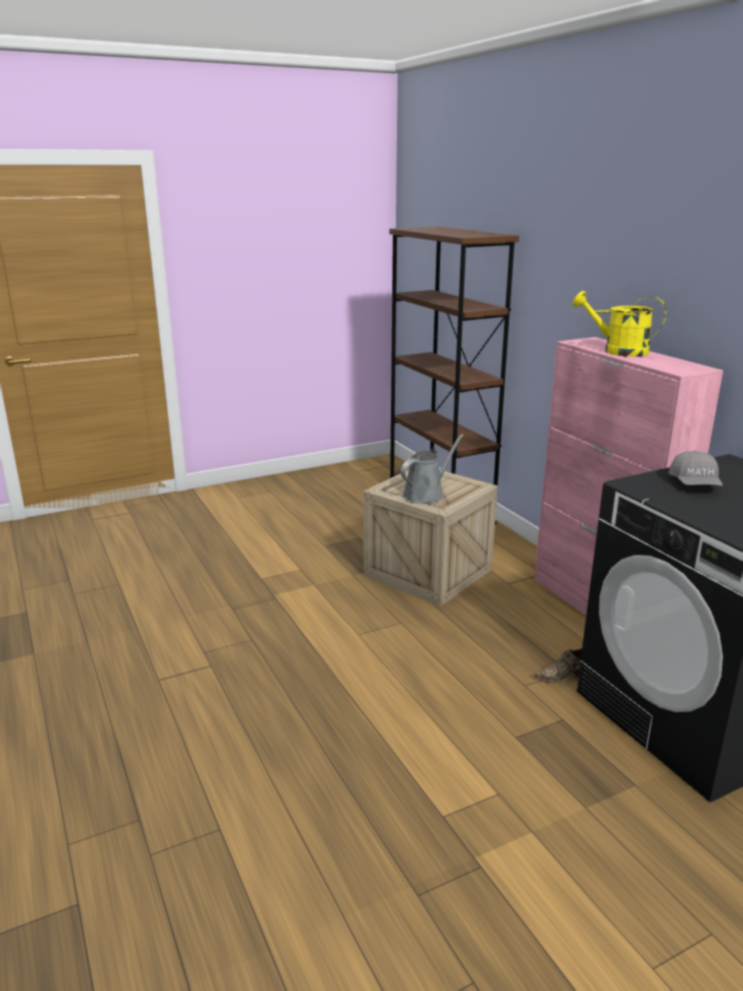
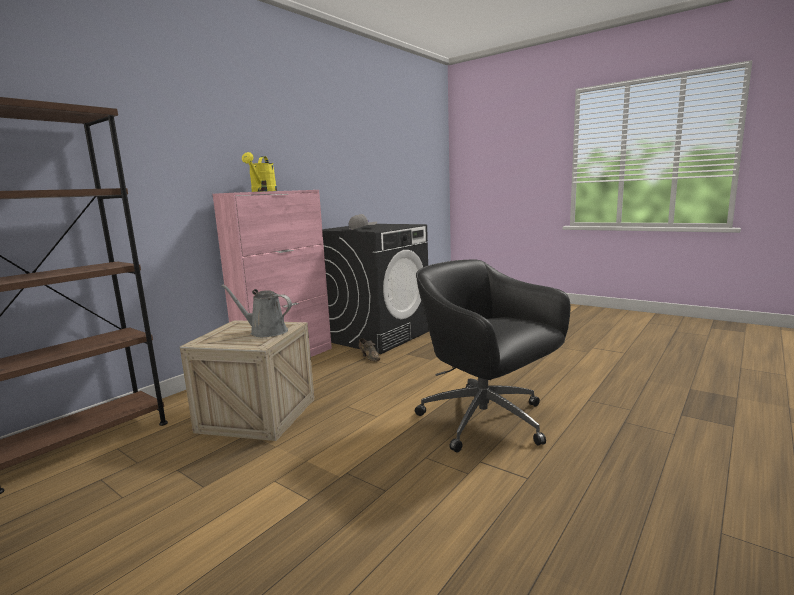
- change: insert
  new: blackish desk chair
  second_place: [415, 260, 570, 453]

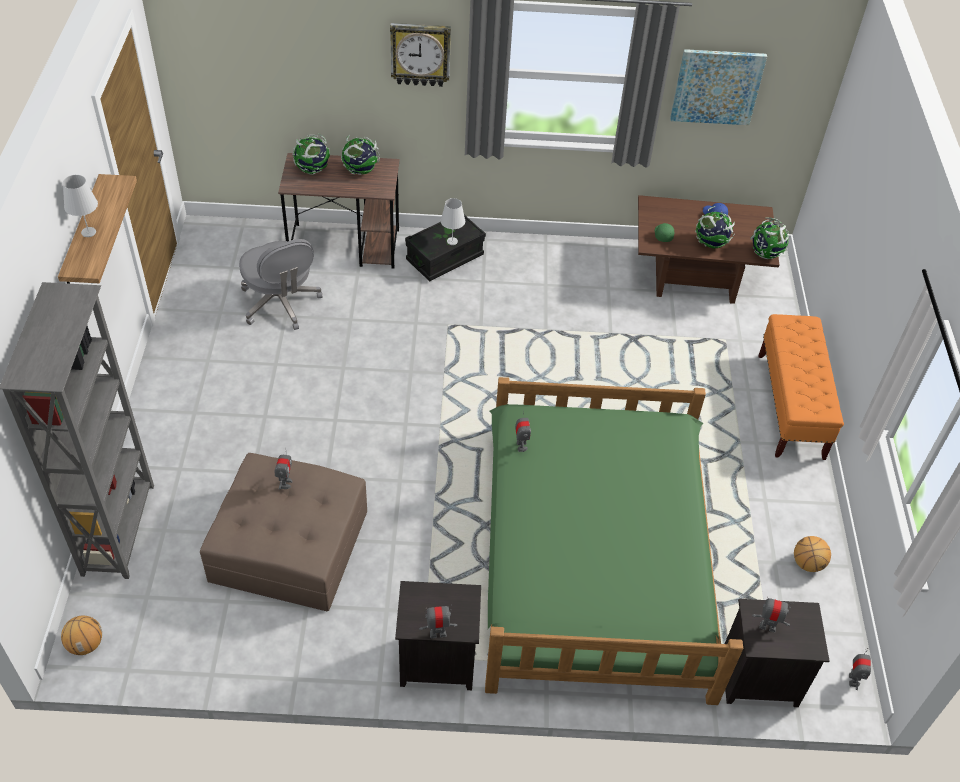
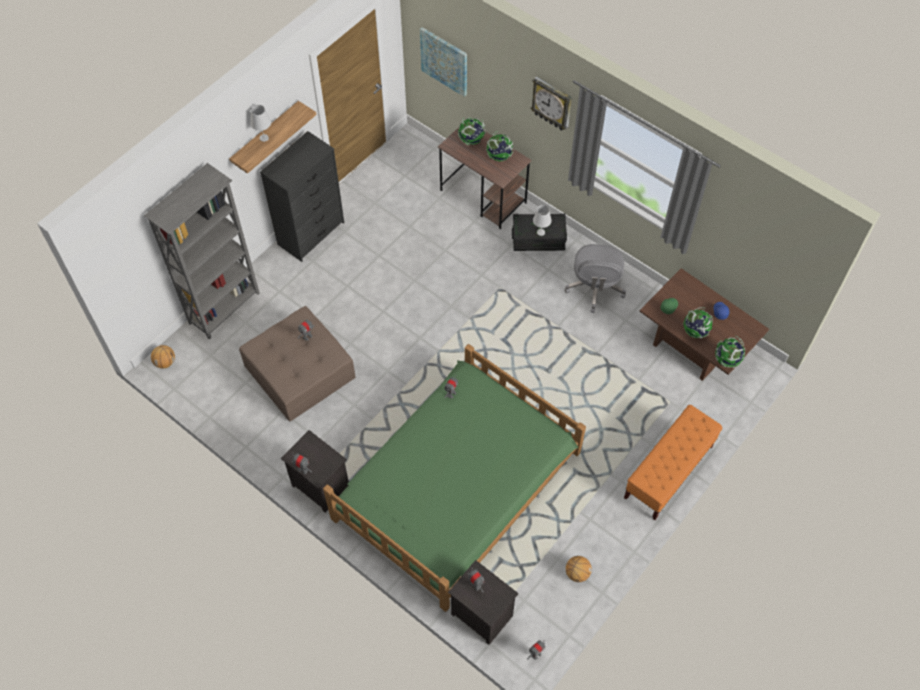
- change: insert
  new: blackish dresser
  second_place: [260, 131, 344, 262]
- change: move
  old: gray desk chair
  first_place: [239, 239, 322, 330]
  second_place: [565, 244, 626, 313]
- change: move
  old: picture
  first_place: [670, 49, 767, 125]
  second_place: [420, 27, 467, 97]

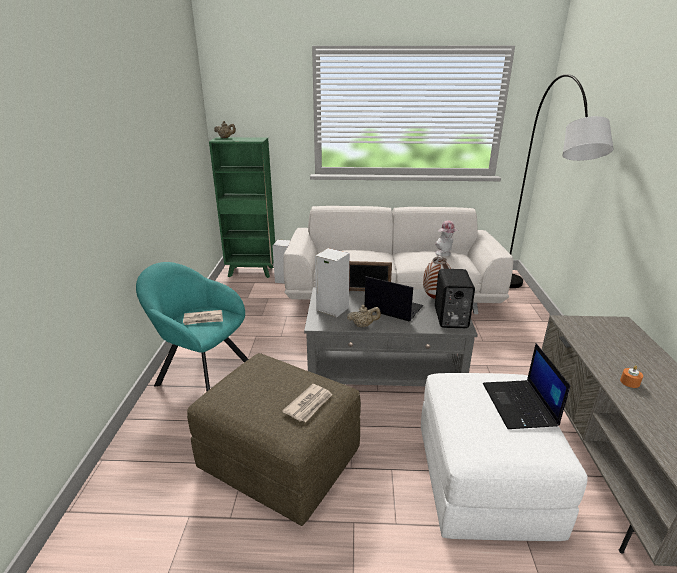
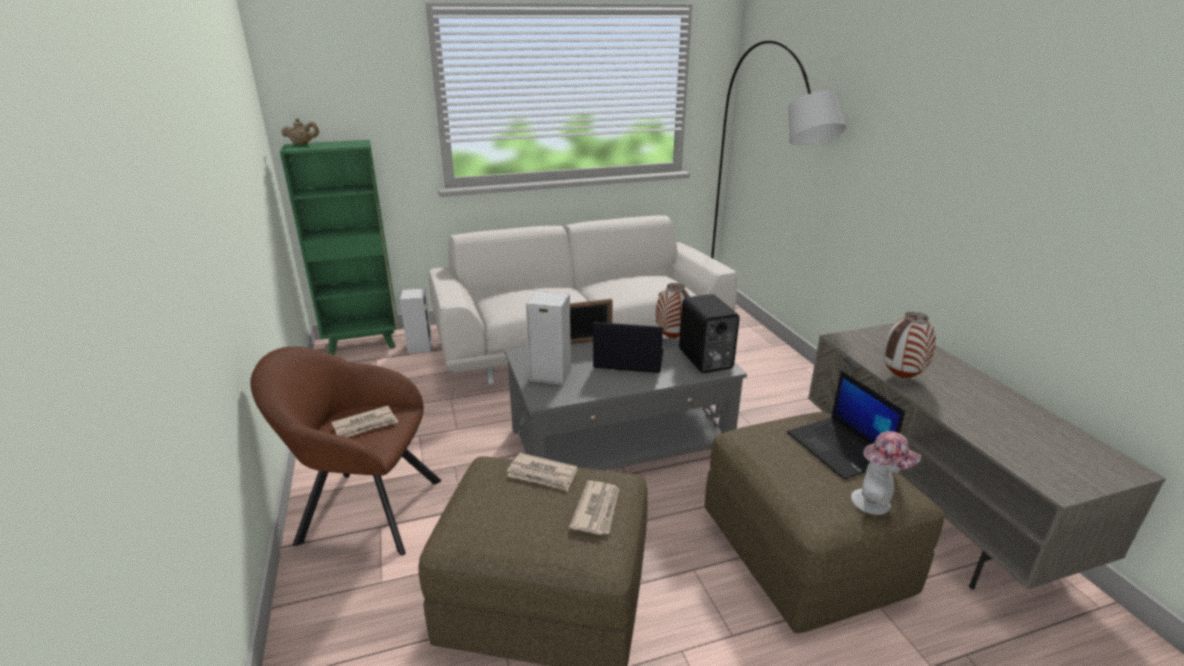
- change: delete
  old: beige-coloured tea pot
  first_place: [347, 305, 381, 327]
- change: delete
  old: orange-coloured wax light
  first_place: [620, 366, 643, 388]
- change: insert
  new: daily paper
  second_place: [507, 453, 577, 491]
- change: insert
  new: flower vase
  second_place: [883, 312, 936, 378]
- change: move
  old: hat
  first_place: [435, 220, 457, 256]
  second_place: [851, 431, 921, 515]
- change: recolor
  old: turquoise armchair
  new: brown armchair
  first_place: [136, 262, 248, 391]
  second_place: [250, 346, 441, 556]
- change: recolor
  old: white-coloured pouffe
  new: brown pouffe
  first_place: [421, 373, 588, 541]
  second_place: [705, 412, 944, 633]

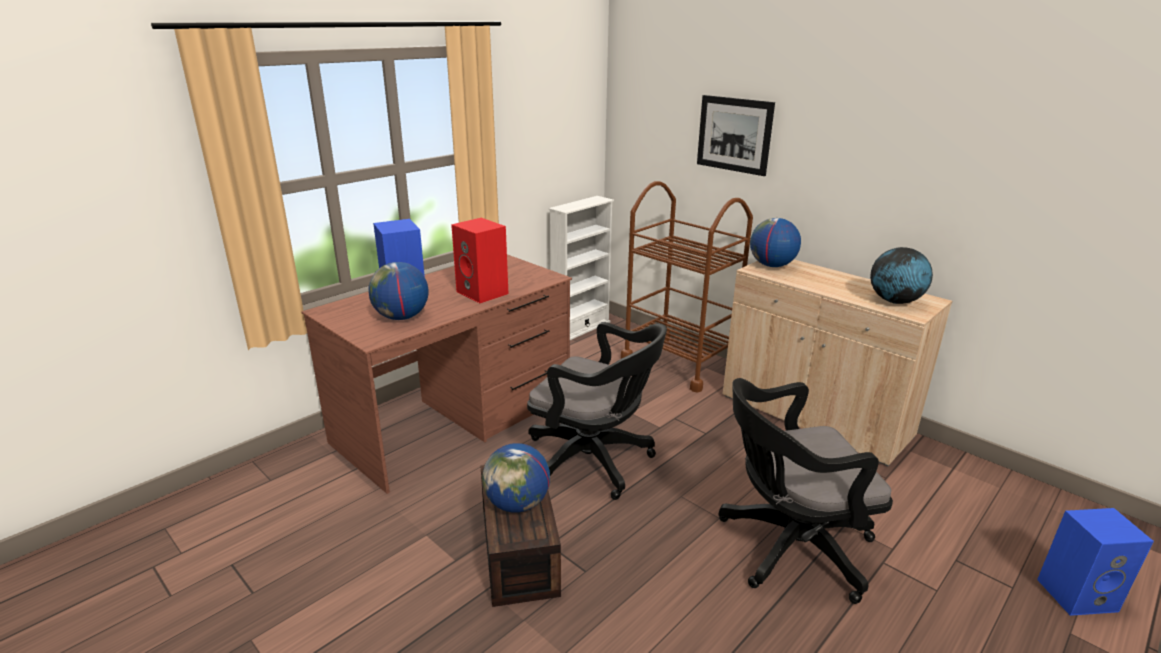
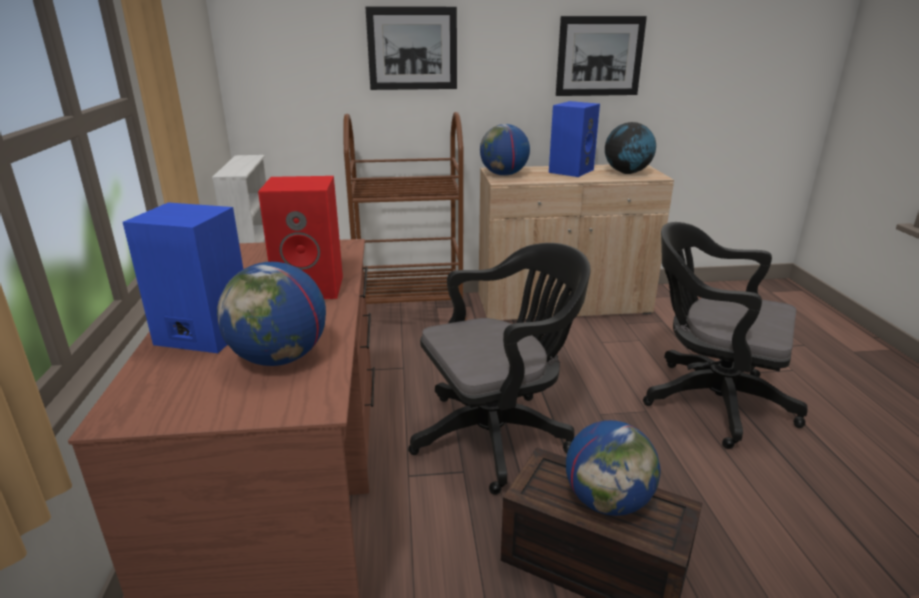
- change: insert
  new: picture
  second_place: [556, 16, 647, 96]
- change: move
  old: bluish loudspeaker
  first_place: [1037, 508, 1154, 616]
  second_place: [549, 101, 600, 177]
- change: rotate
  old: blackish desk chair
  first_place: [718, 378, 893, 604]
  second_place: [643, 222, 808, 449]
  degrees: 90

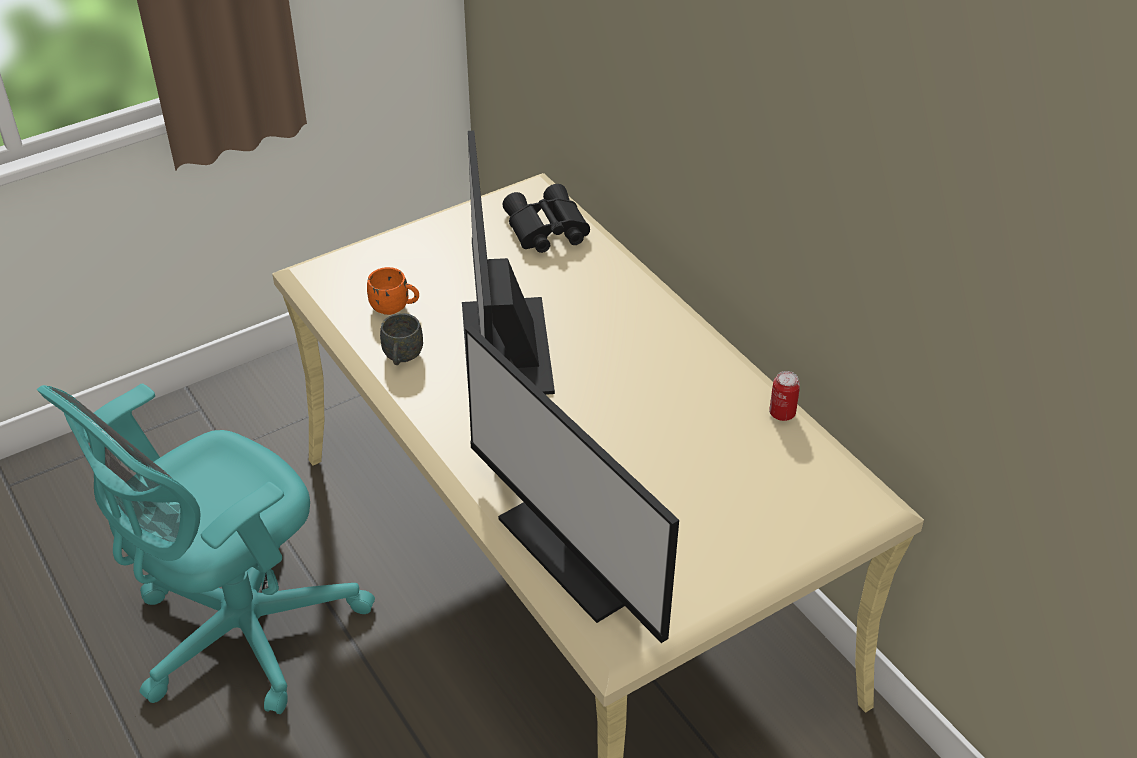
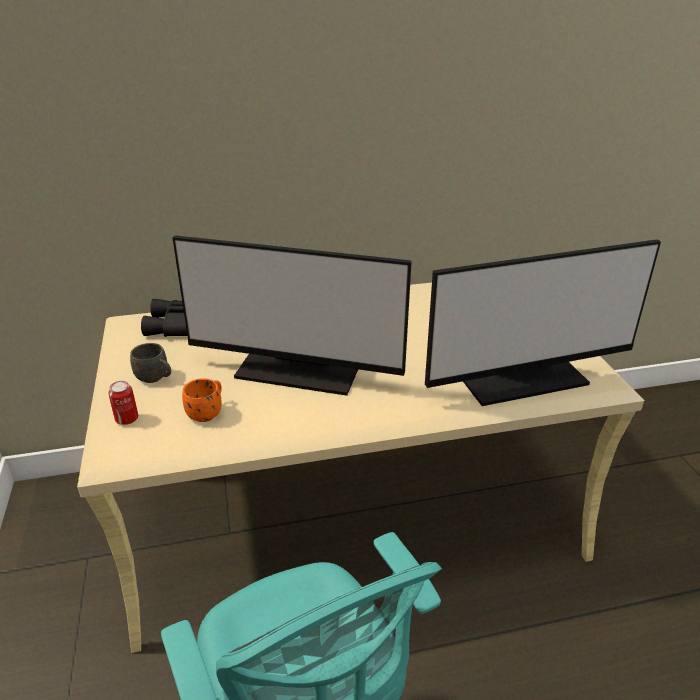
- change: move
  old: gray mug
  first_place: [380, 313, 423, 365]
  second_place: [130, 343, 171, 383]
- change: move
  old: sealed can
  first_place: [769, 371, 800, 421]
  second_place: [108, 381, 138, 425]

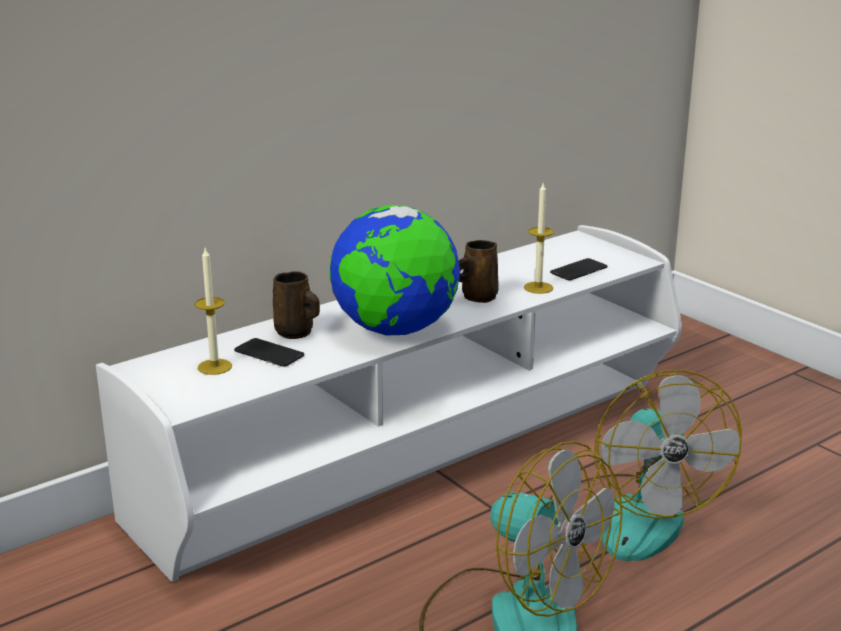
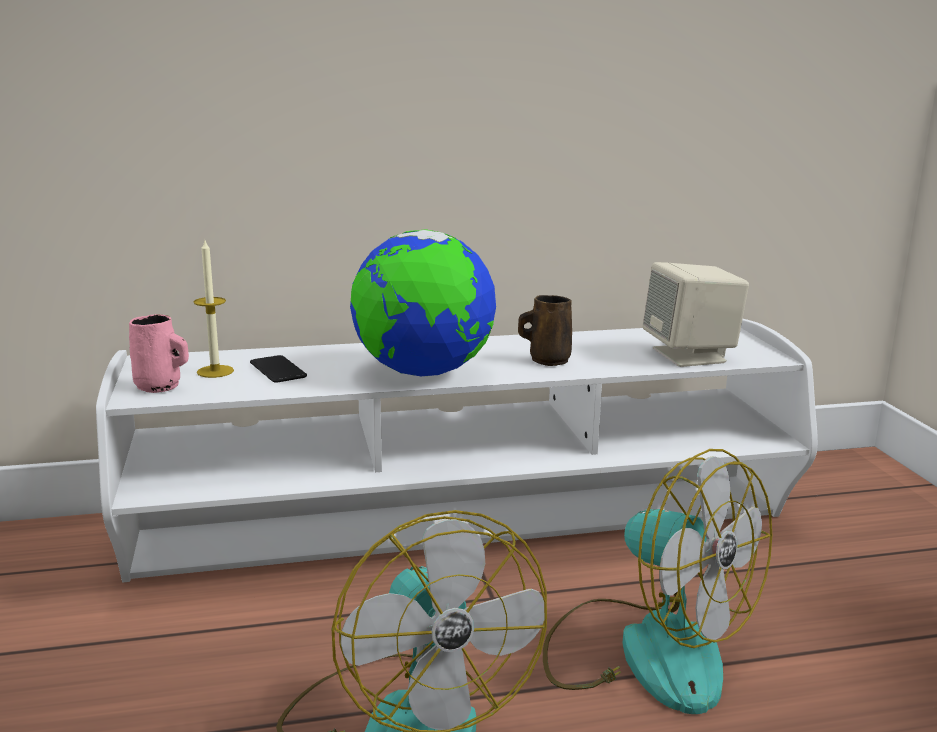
- change: delete
  old: brown mug
  first_place: [273, 271, 320, 339]
- change: delete
  old: wax light
  first_place: [524, 183, 554, 294]
- change: insert
  new: pink-coloured mug
  second_place: [129, 314, 189, 393]
- change: replace
  old: telephone
  new: beige-coloured loudspeaker
  first_place: [550, 258, 608, 280]
  second_place: [642, 262, 749, 367]
- change: rotate
  old: cooling fan
  first_place: [549, 370, 742, 561]
  second_place: [543, 449, 772, 714]
  degrees: -60

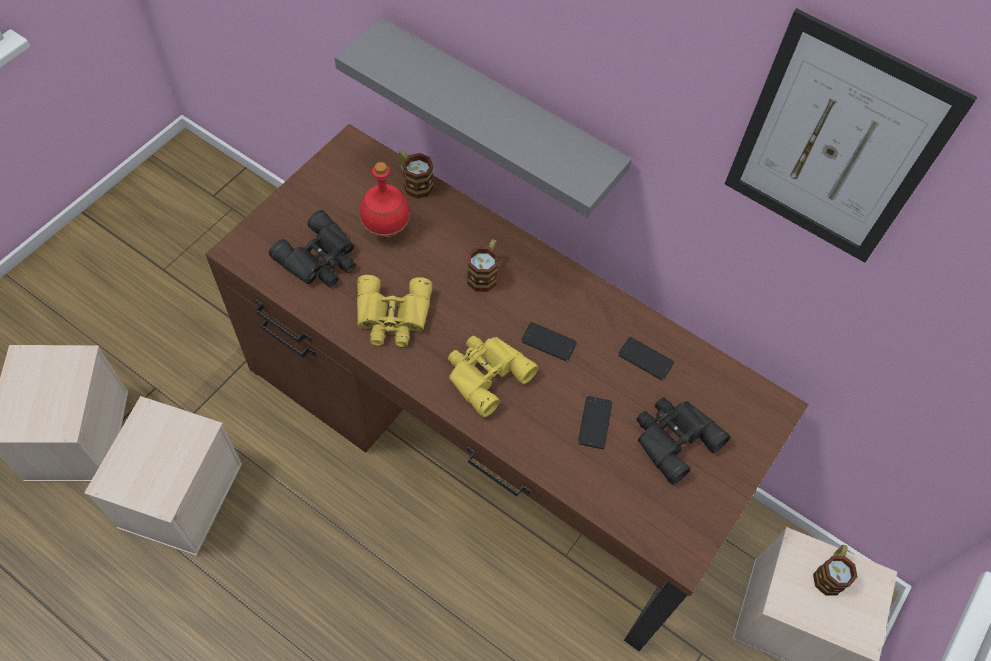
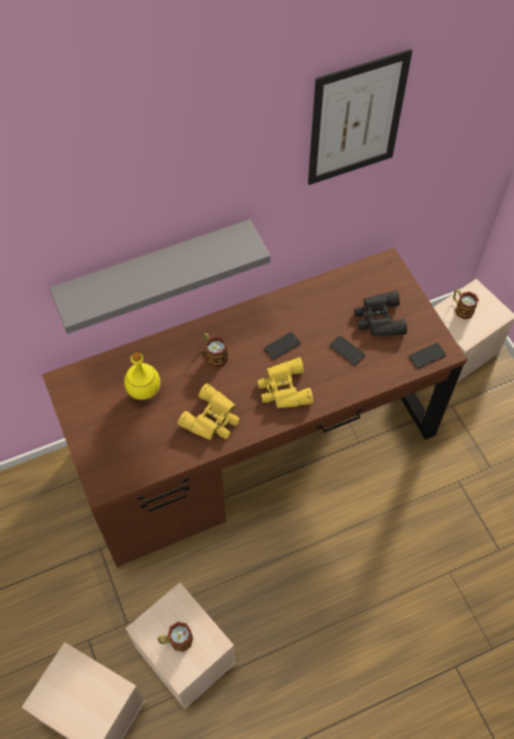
- change: delete
  old: blackish pair of binoculars
  first_place: [269, 210, 356, 287]
- change: move
  old: mug
  first_place: [399, 150, 434, 199]
  second_place: [157, 622, 193, 652]
- change: move
  old: telephone
  first_place: [618, 337, 674, 380]
  second_place: [409, 343, 446, 369]
- change: recolor
  old: red-coloured beverage bottle
  new: yellowish beverage bottle
  first_place: [360, 162, 410, 238]
  second_place: [124, 352, 161, 401]

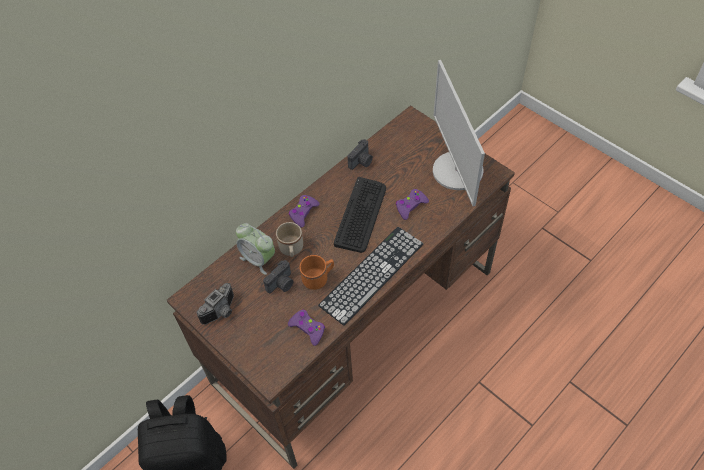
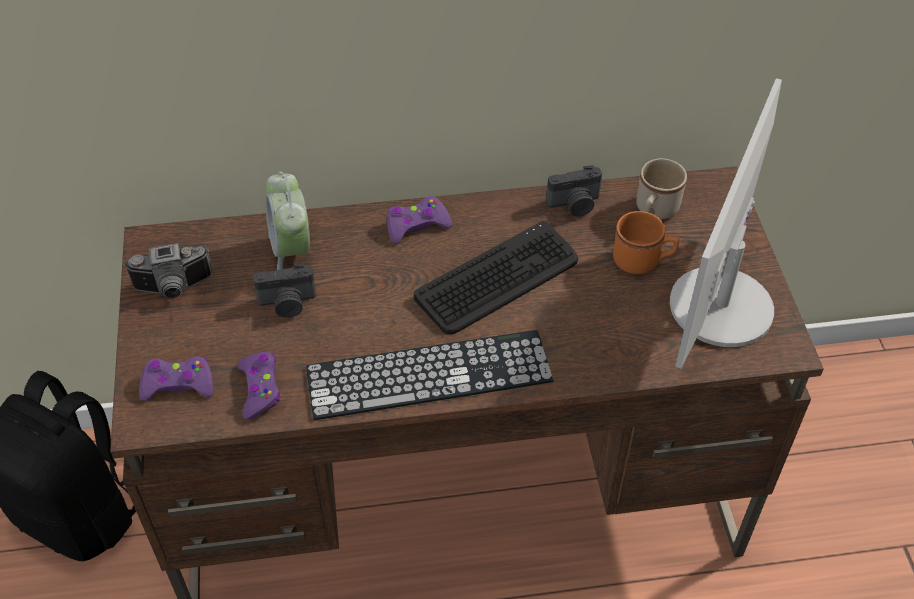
- change: move
  old: beige-coloured mug
  first_place: [276, 222, 303, 257]
  second_place: [636, 158, 687, 219]
- change: move
  old: orange-coloured mug
  first_place: [299, 255, 334, 290]
  second_place: [613, 211, 680, 274]
- change: move
  old: purple game controller
  first_place: [396, 189, 429, 220]
  second_place: [139, 356, 214, 401]

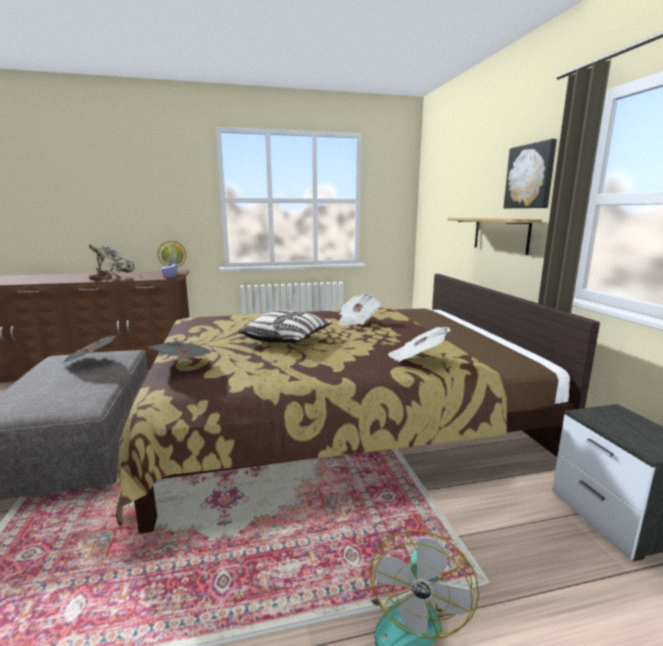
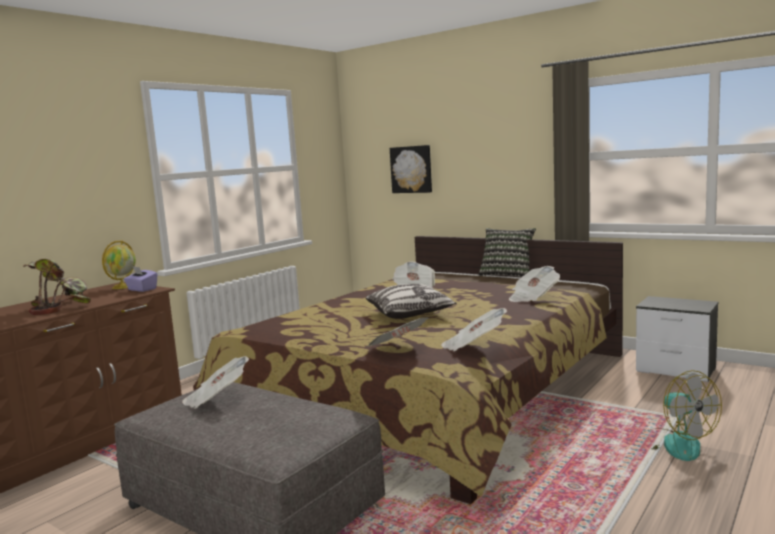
- change: delete
  old: shelf
  first_place: [447, 218, 542, 255]
- change: insert
  new: daily paper
  second_place: [441, 308, 507, 351]
- change: insert
  new: throw pillow
  second_place: [478, 228, 536, 277]
- change: move
  old: picture
  first_place: [503, 139, 557, 208]
  second_place: [390, 145, 432, 193]

